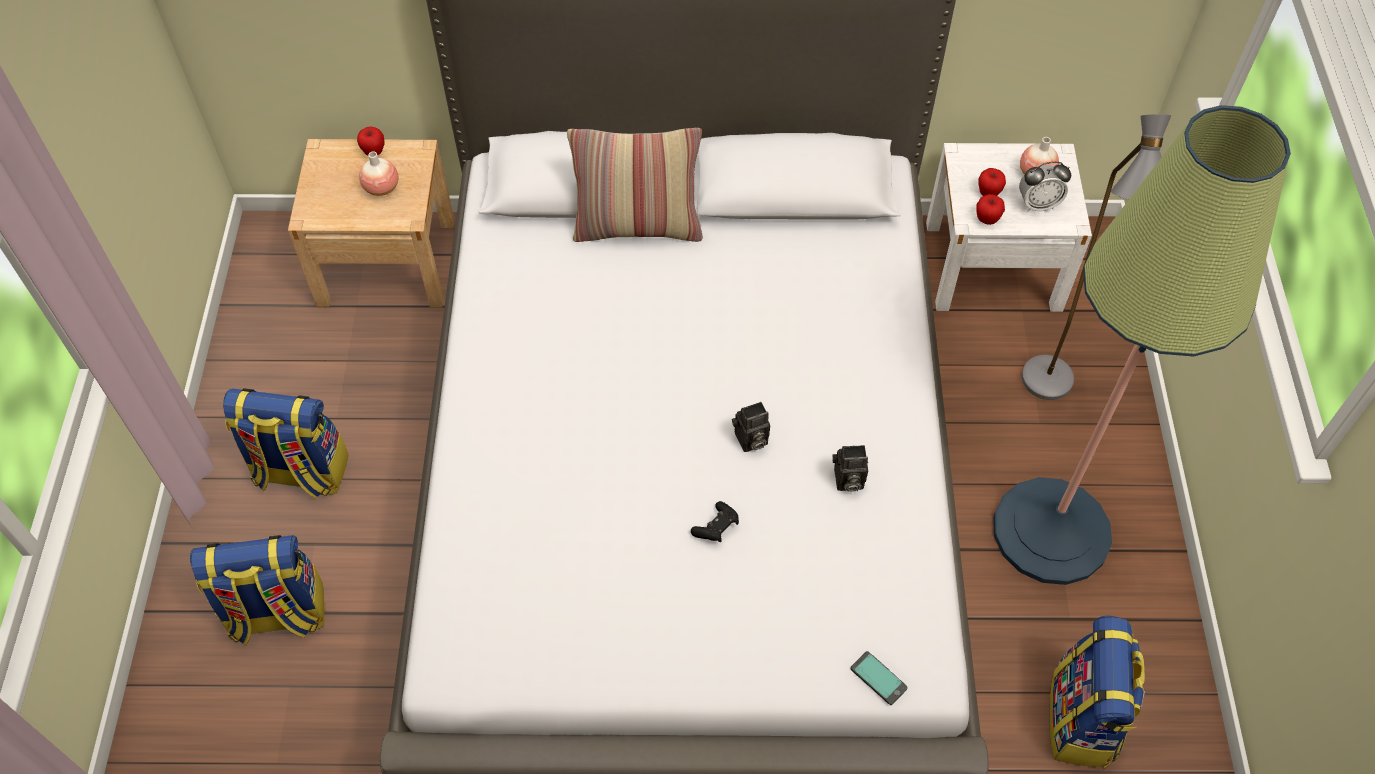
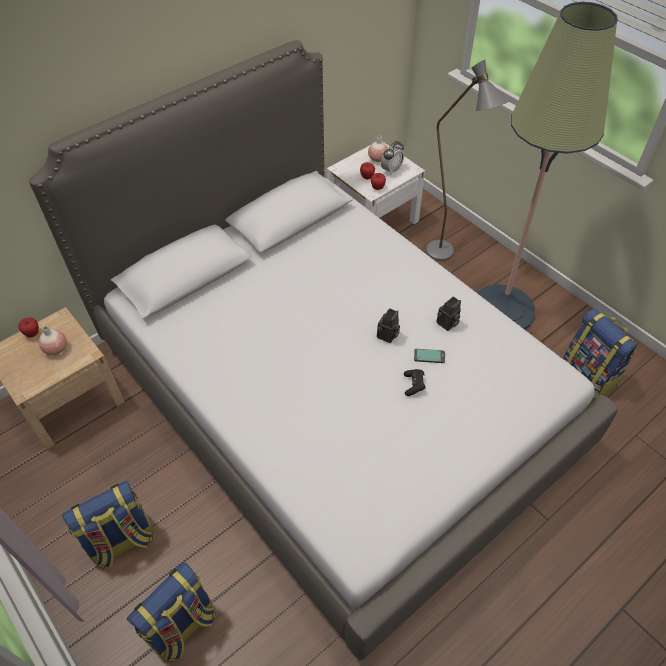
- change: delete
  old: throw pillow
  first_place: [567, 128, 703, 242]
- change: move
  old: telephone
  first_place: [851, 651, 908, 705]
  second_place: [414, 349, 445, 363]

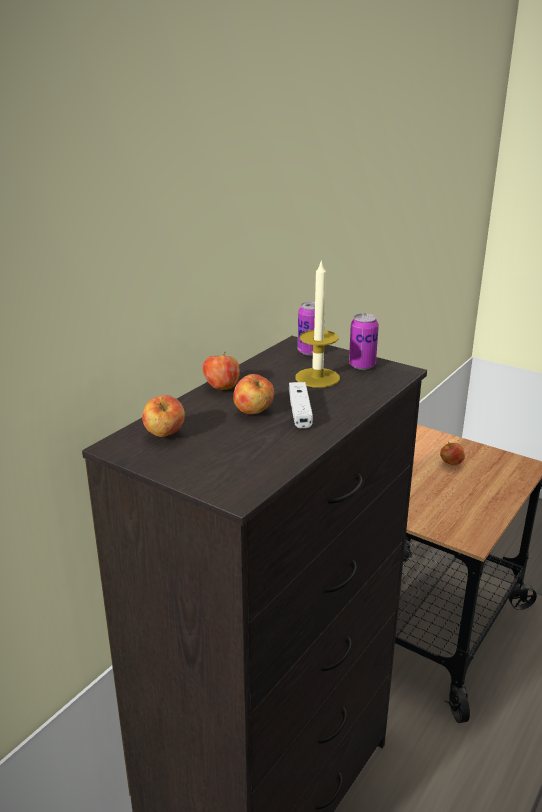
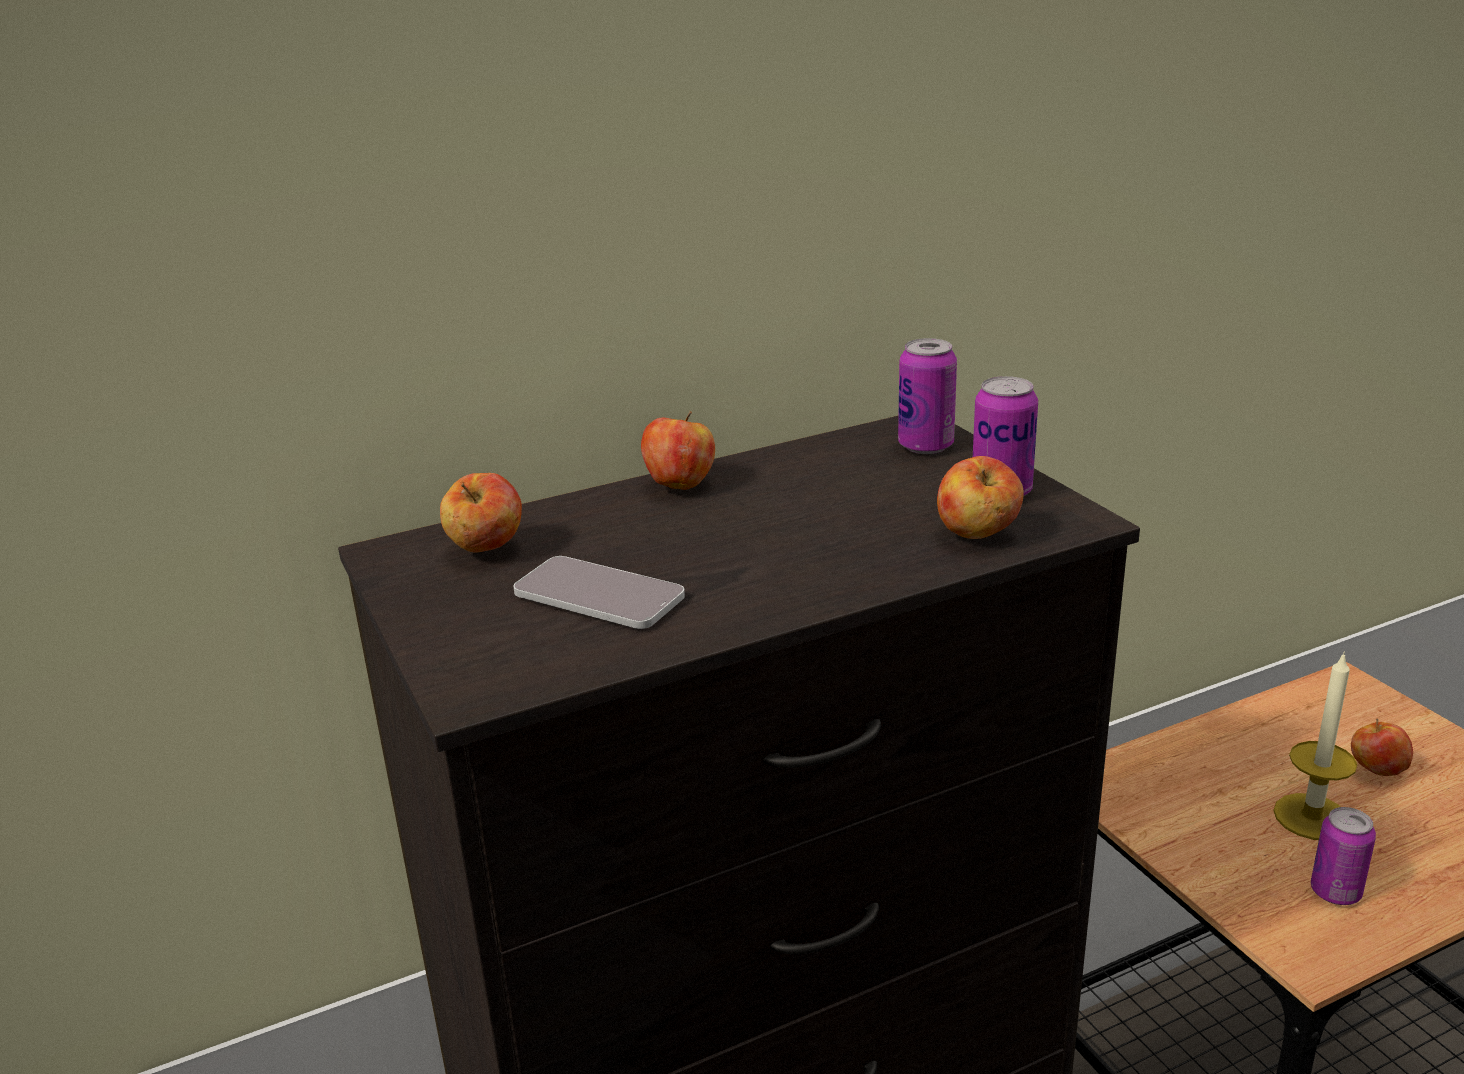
- change: delete
  old: white-coloured game controller
  first_place: [289, 382, 313, 428]
- change: insert
  new: telephone
  second_place: [513, 556, 685, 629]
- change: insert
  new: sealed can
  second_place: [1311, 807, 1376, 905]
- change: move
  old: whole apple
  first_place: [233, 374, 274, 414]
  second_place: [937, 456, 1024, 539]
- change: move
  old: wax light
  first_place: [296, 259, 340, 388]
  second_place: [1273, 651, 1357, 840]

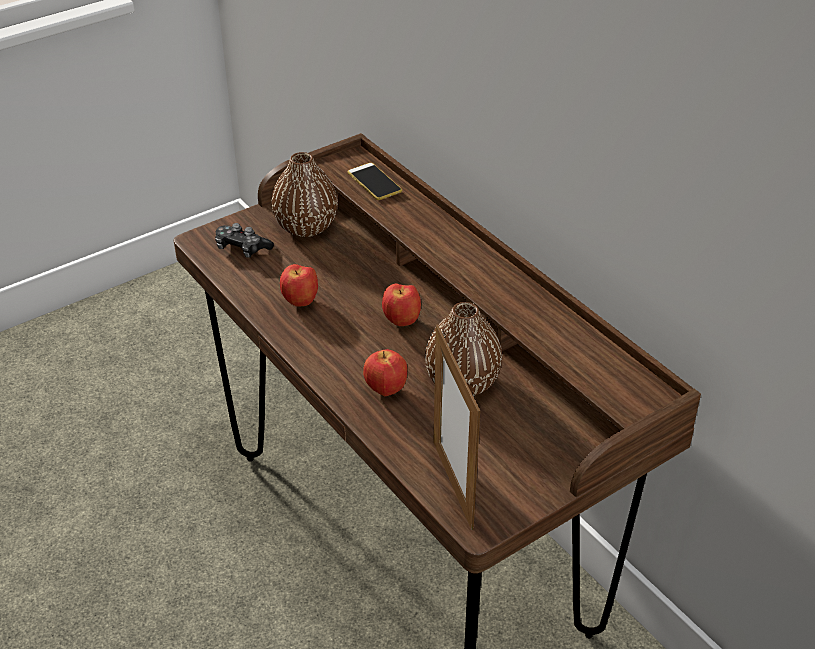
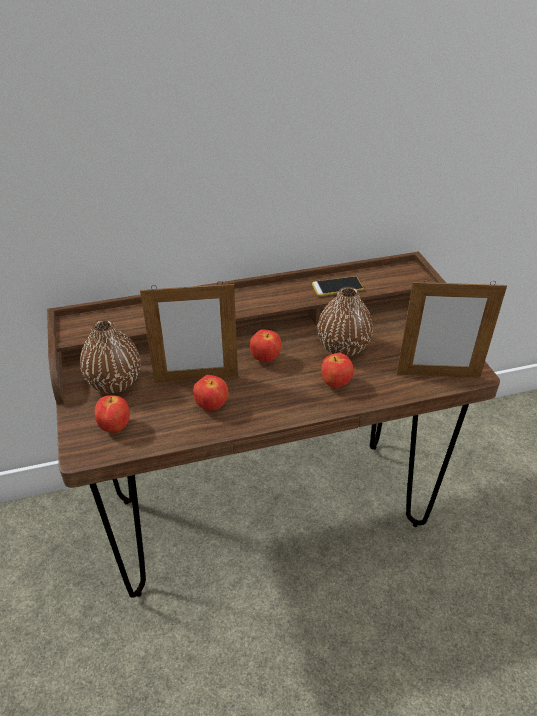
- change: insert
  new: picture frame
  second_place: [140, 281, 238, 383]
- change: move
  old: telephone
  first_place: [348, 163, 402, 200]
  second_place: [312, 276, 364, 296]
- change: replace
  old: game controller
  new: whole apple
  first_place: [215, 223, 274, 258]
  second_place: [95, 395, 130, 433]

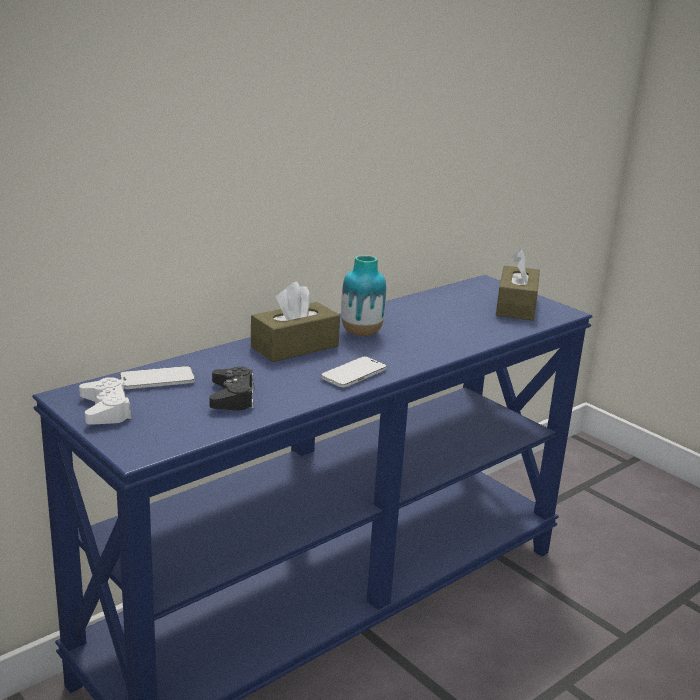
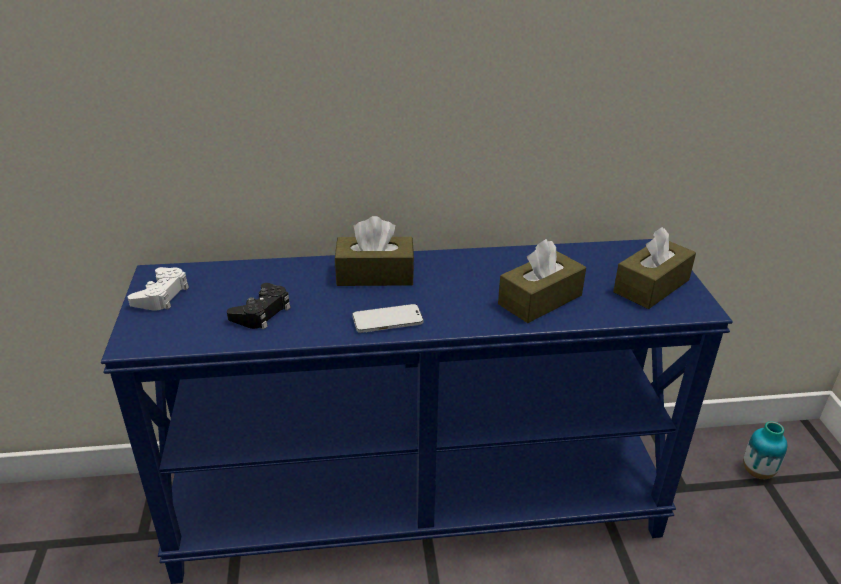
- change: delete
  old: telephone
  first_place: [120, 366, 195, 389]
- change: insert
  new: brown box of tissues
  second_place: [498, 239, 586, 323]
- change: move
  old: flower vase
  first_place: [341, 255, 386, 336]
  second_place: [744, 421, 787, 479]

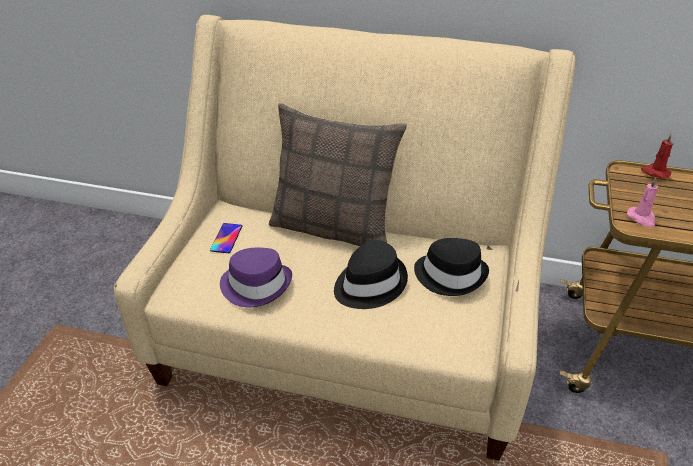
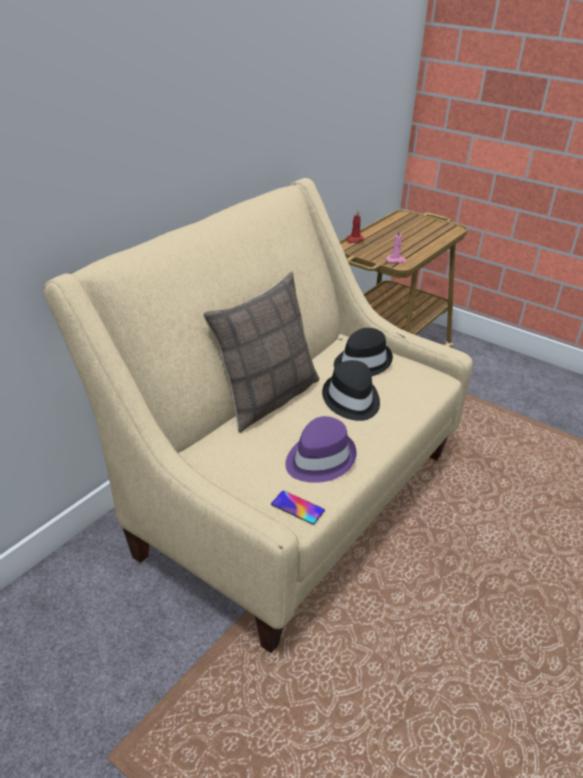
- change: move
  old: telephone
  first_place: [210, 223, 242, 253]
  second_place: [271, 491, 325, 524]

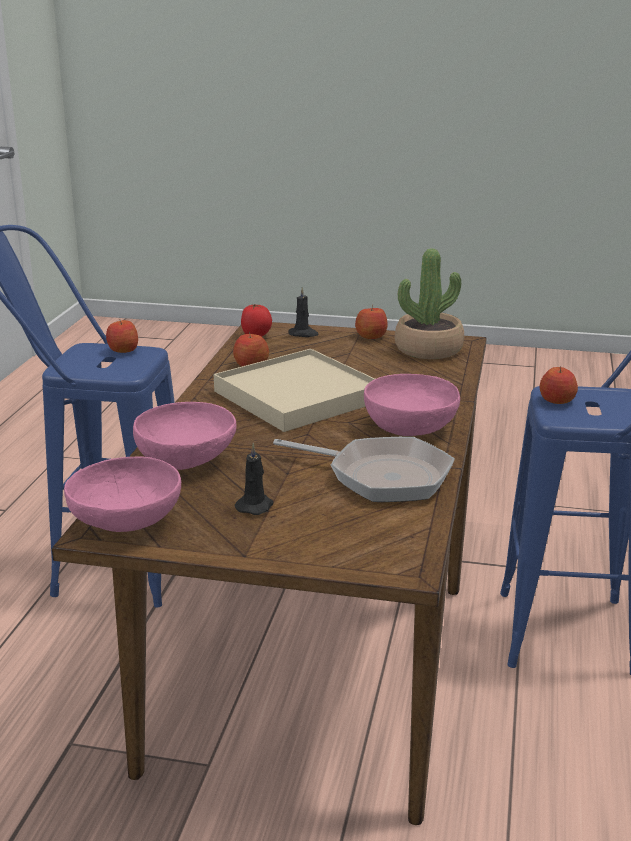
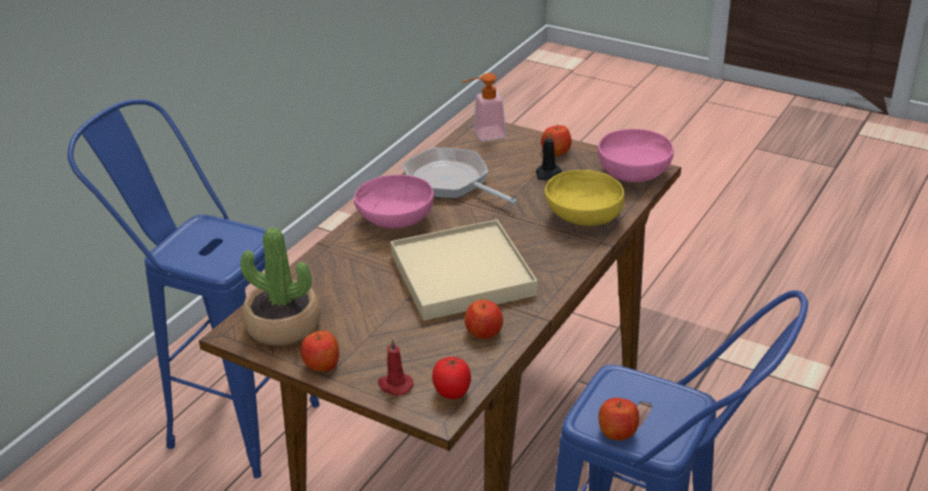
- change: insert
  new: liquid soap bottle
  second_place: [462, 73, 506, 141]
- change: move
  old: whole apple
  first_place: [540, 366, 578, 404]
  second_place: [541, 124, 572, 156]
- change: recolor
  old: pink-coloured deep dish
  new: yellowish deep dish
  first_place: [133, 402, 236, 470]
  second_place: [545, 170, 625, 226]
- change: recolor
  old: blackish wax light
  new: red-coloured wax light
  first_place: [288, 287, 319, 337]
  second_place: [378, 338, 414, 396]

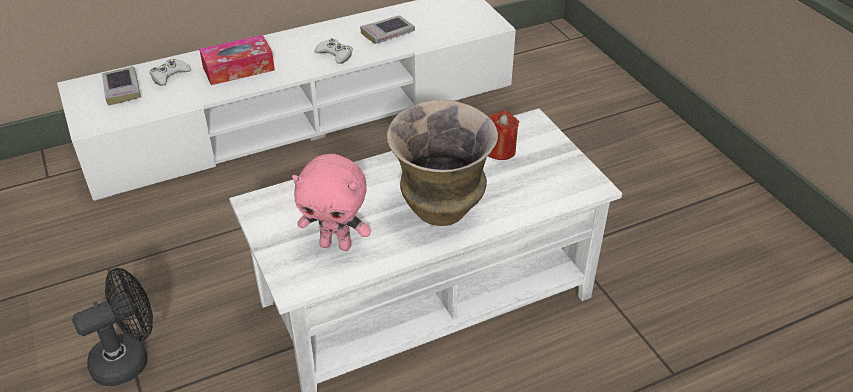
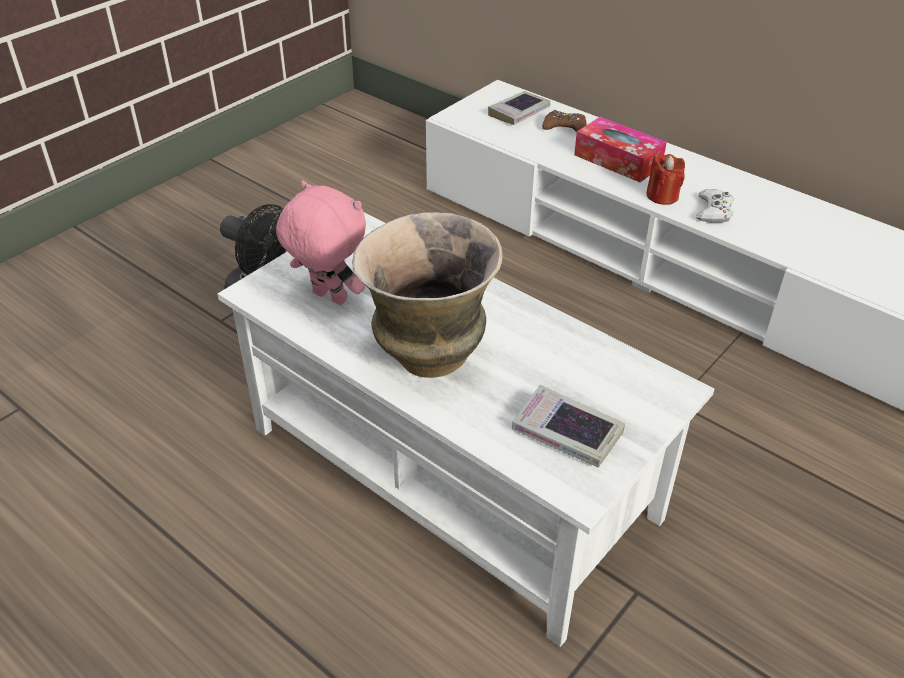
- change: move
  old: volume
  first_place: [360, 15, 415, 44]
  second_place: [512, 385, 625, 467]
- change: move
  old: red-coloured wax light
  first_place: [488, 110, 519, 160]
  second_place: [646, 154, 685, 205]
- change: recolor
  old: white-coloured game controller
  new: brown game controller
  first_place: [149, 59, 192, 86]
  second_place: [542, 110, 587, 132]
- change: rotate
  old: pink-coloured soft toy
  first_place: [292, 154, 371, 251]
  second_place: [276, 181, 366, 305]
  degrees: 135

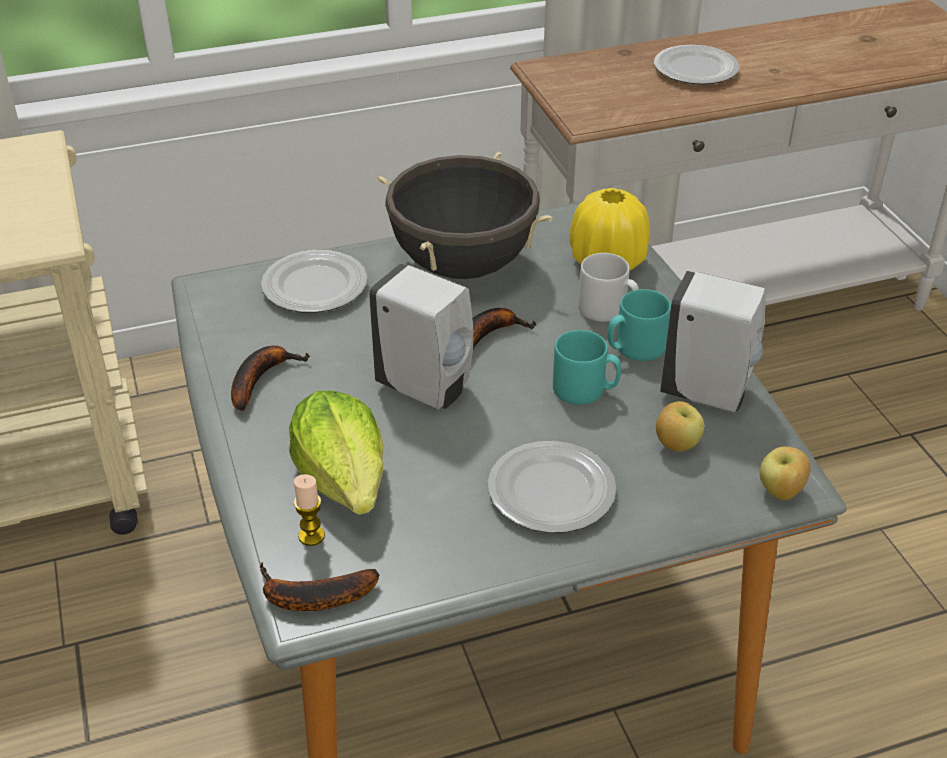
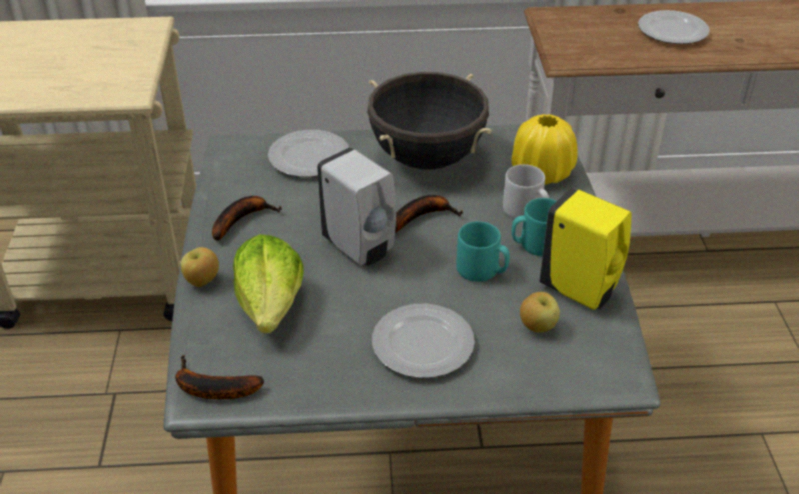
- change: delete
  old: wax light
  first_place: [294, 474, 325, 546]
- change: move
  old: whole apple
  first_place: [759, 447, 811, 500]
  second_place: [181, 247, 219, 287]
- change: recolor
  old: white-coloured liquid soap bottle
  new: yellowish liquid soap bottle
  first_place: [660, 271, 766, 413]
  second_place: [540, 188, 632, 310]

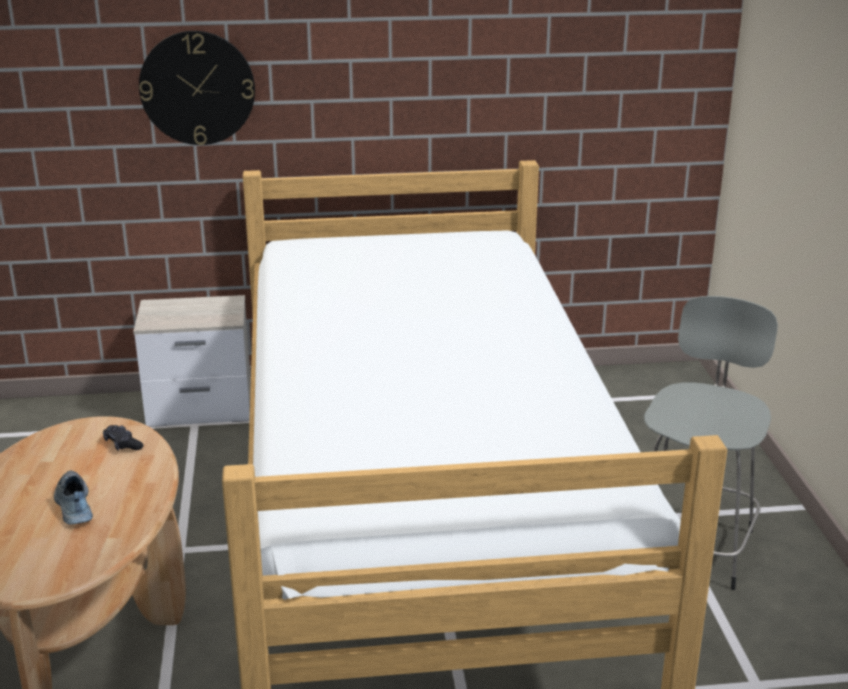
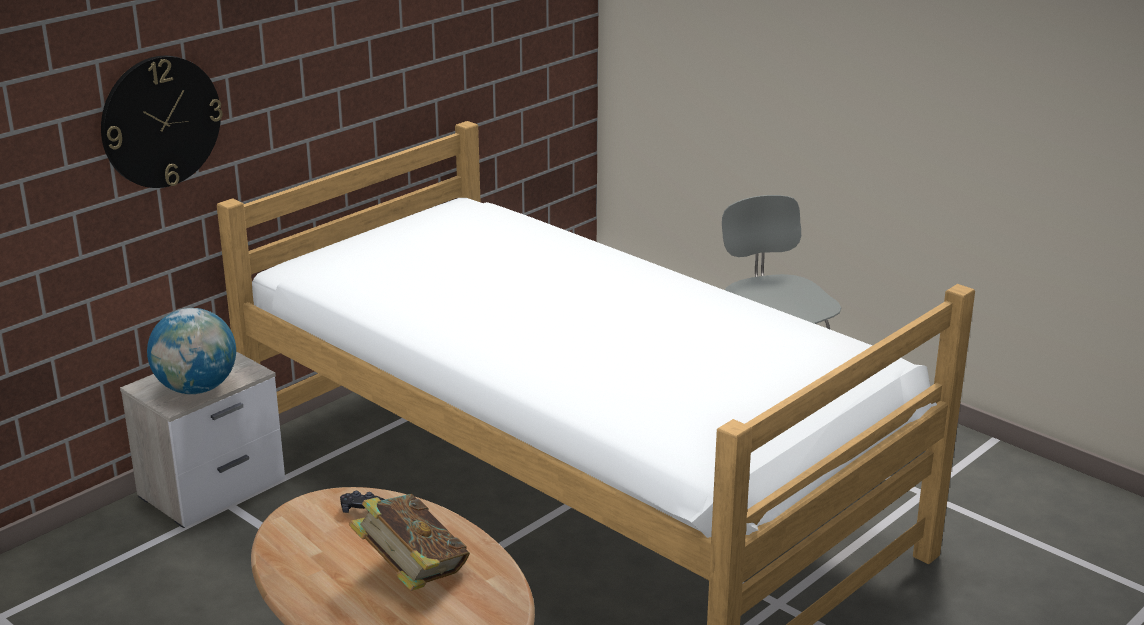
- change: insert
  new: world globe
  second_place: [147, 308, 236, 394]
- change: replace
  old: shoe
  new: volume
  first_place: [54, 470, 93, 525]
  second_place: [349, 494, 470, 591]

